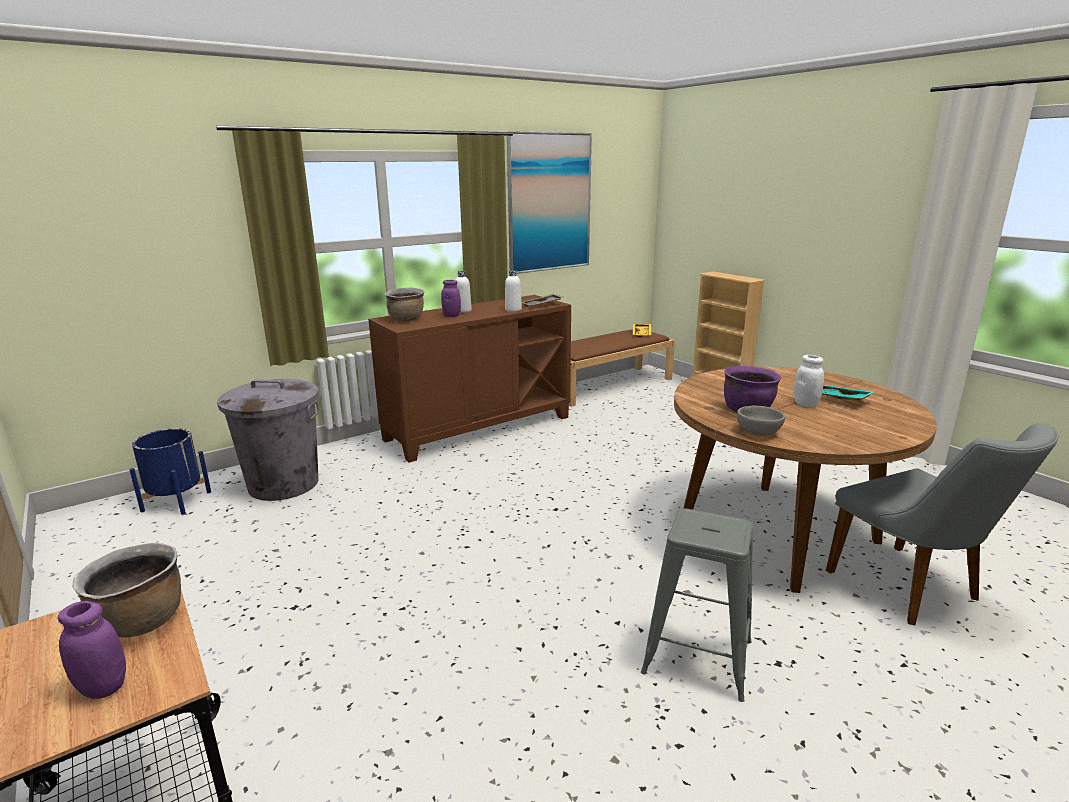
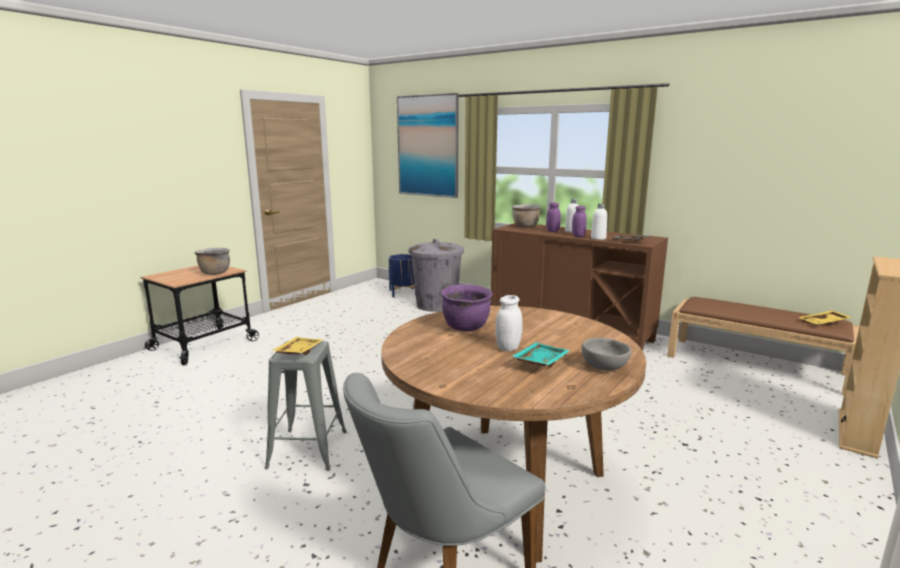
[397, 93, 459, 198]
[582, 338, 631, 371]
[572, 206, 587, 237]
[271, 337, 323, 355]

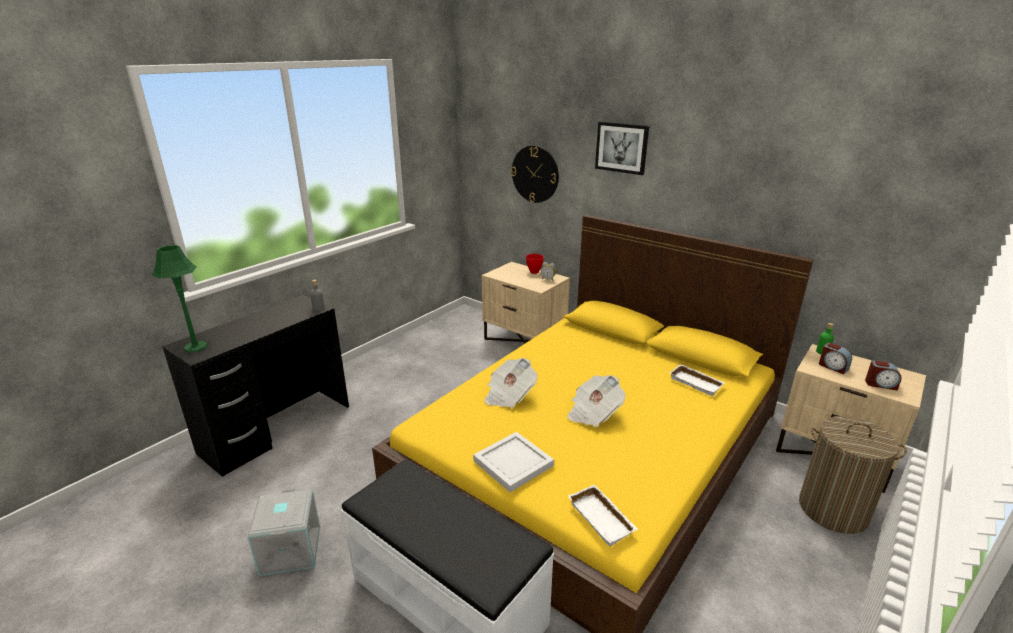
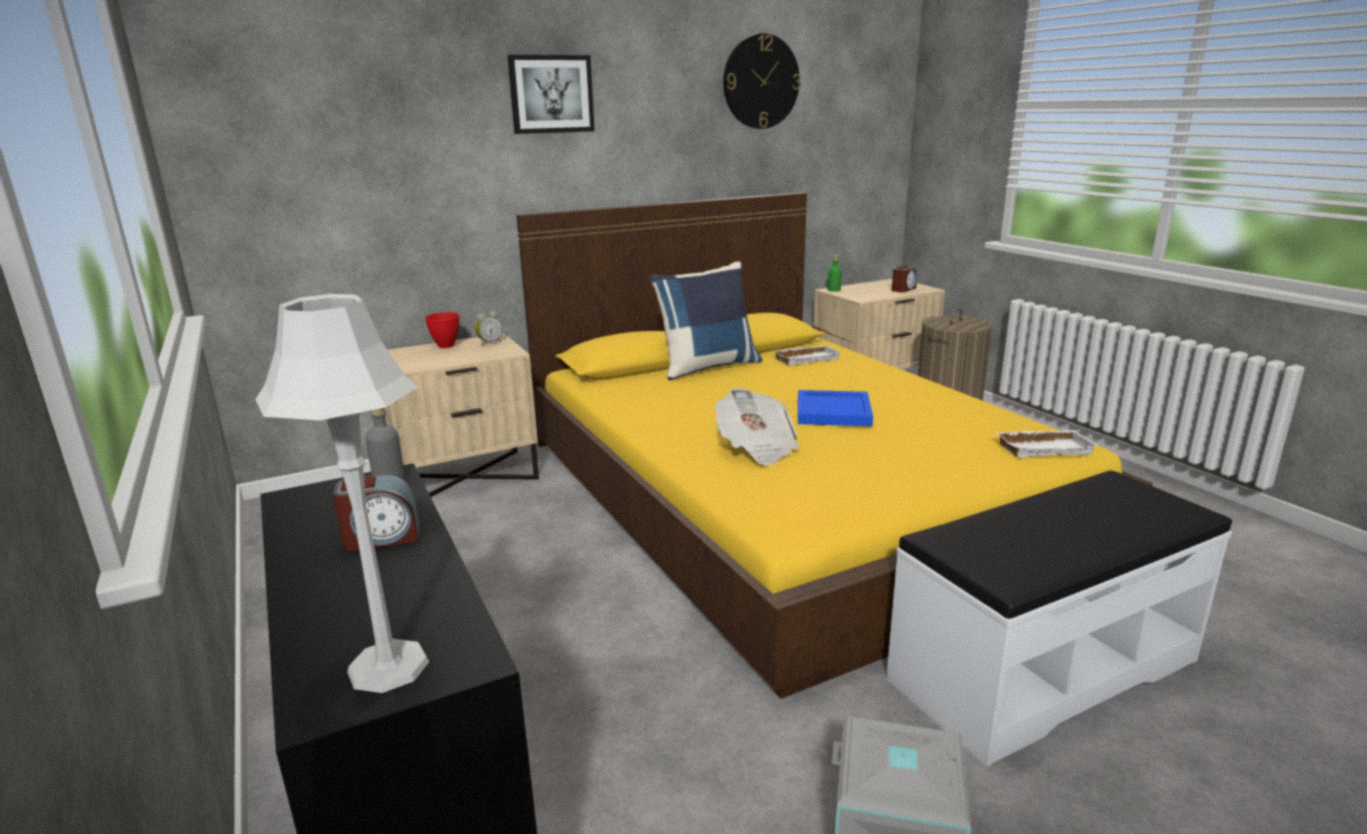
[723, 34, 801, 129]
[256, 294, 429, 693]
[333, 475, 419, 551]
[798, 390, 873, 426]
[473, 432, 554, 492] (first image)
[650, 261, 763, 380]

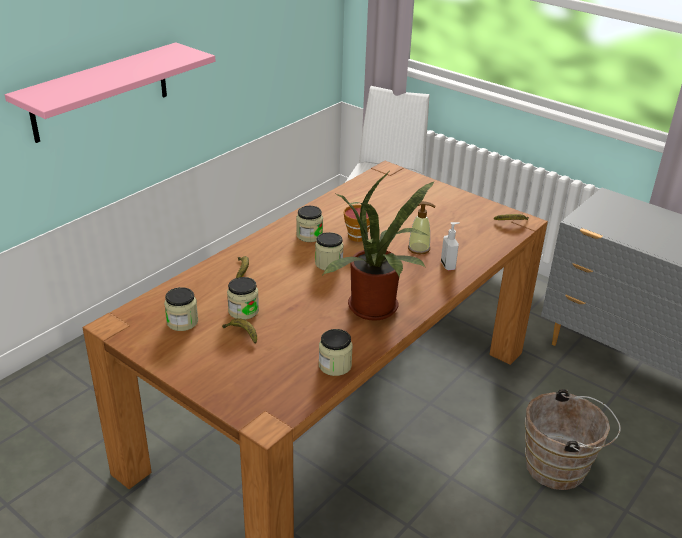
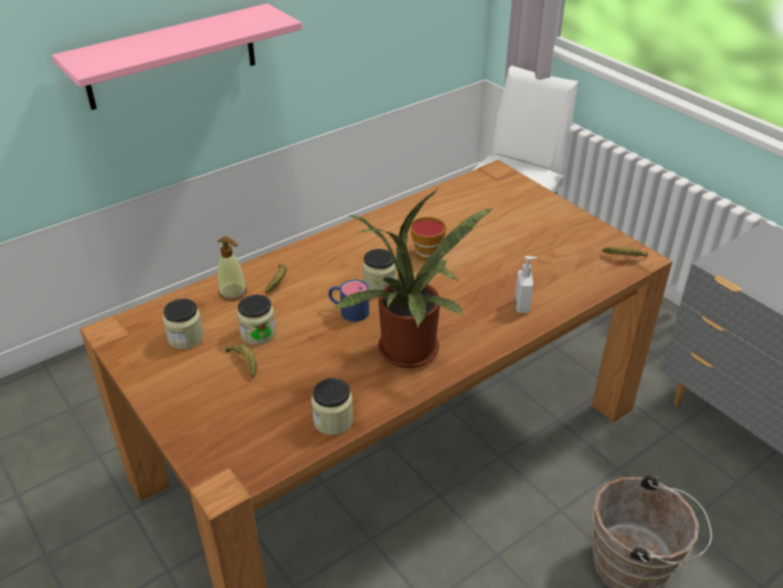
[218, 237, 247, 301]
[296, 206, 323, 242] (first image)
[328, 279, 369, 322]

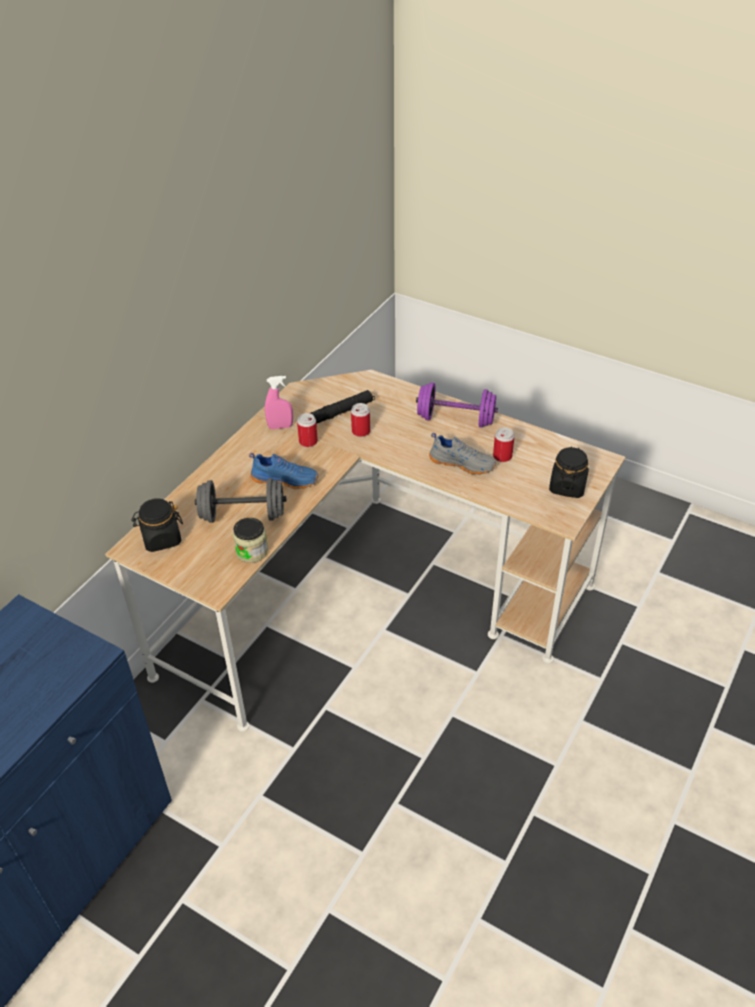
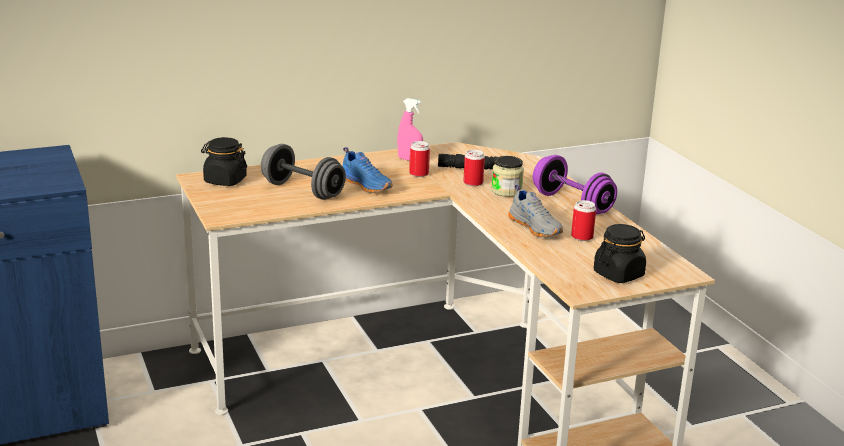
[491, 156, 524, 197]

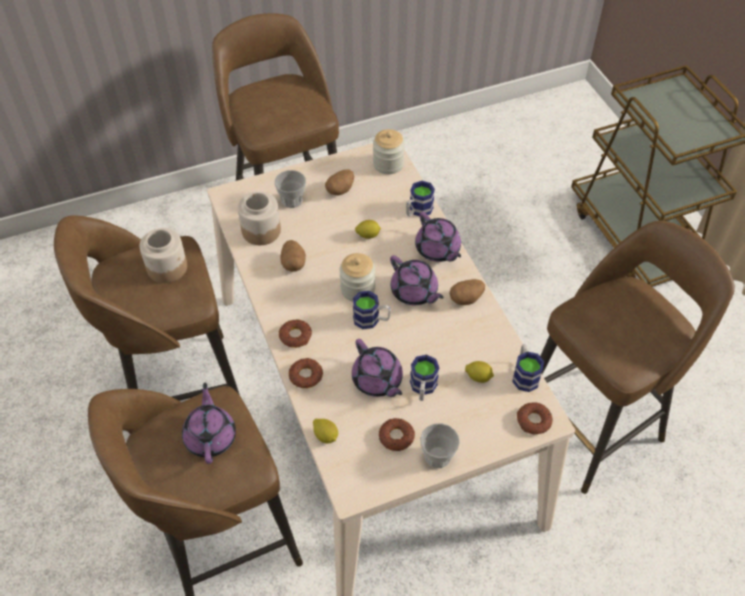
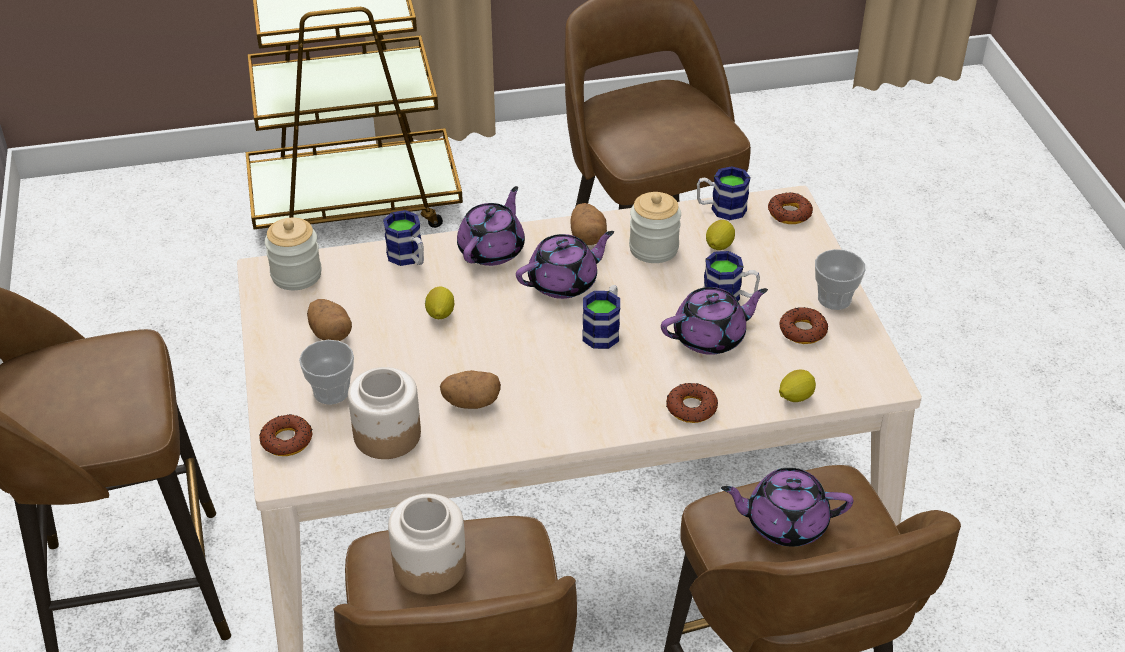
[457, 186, 525, 266]
[629, 192, 681, 263]
[259, 414, 313, 456]

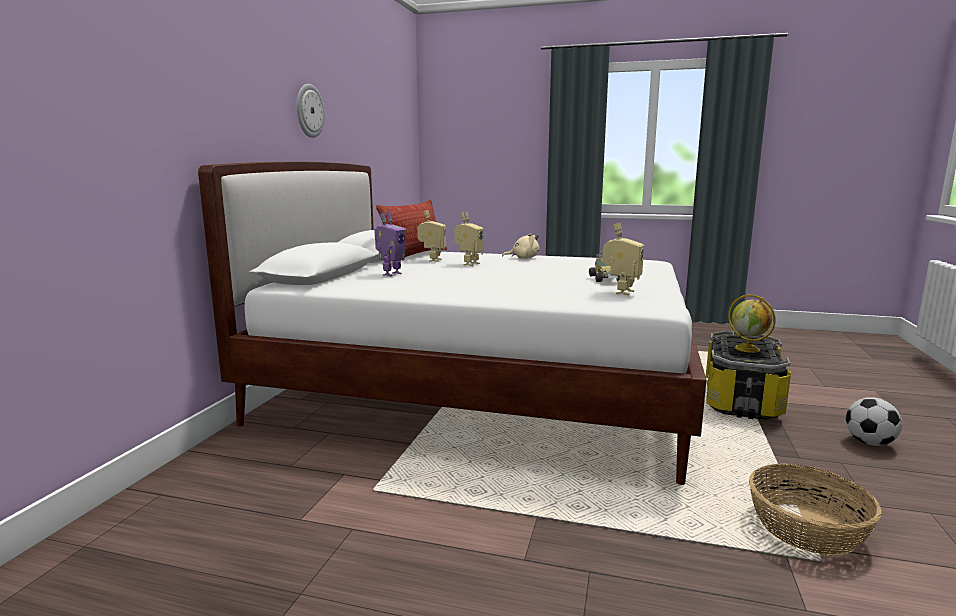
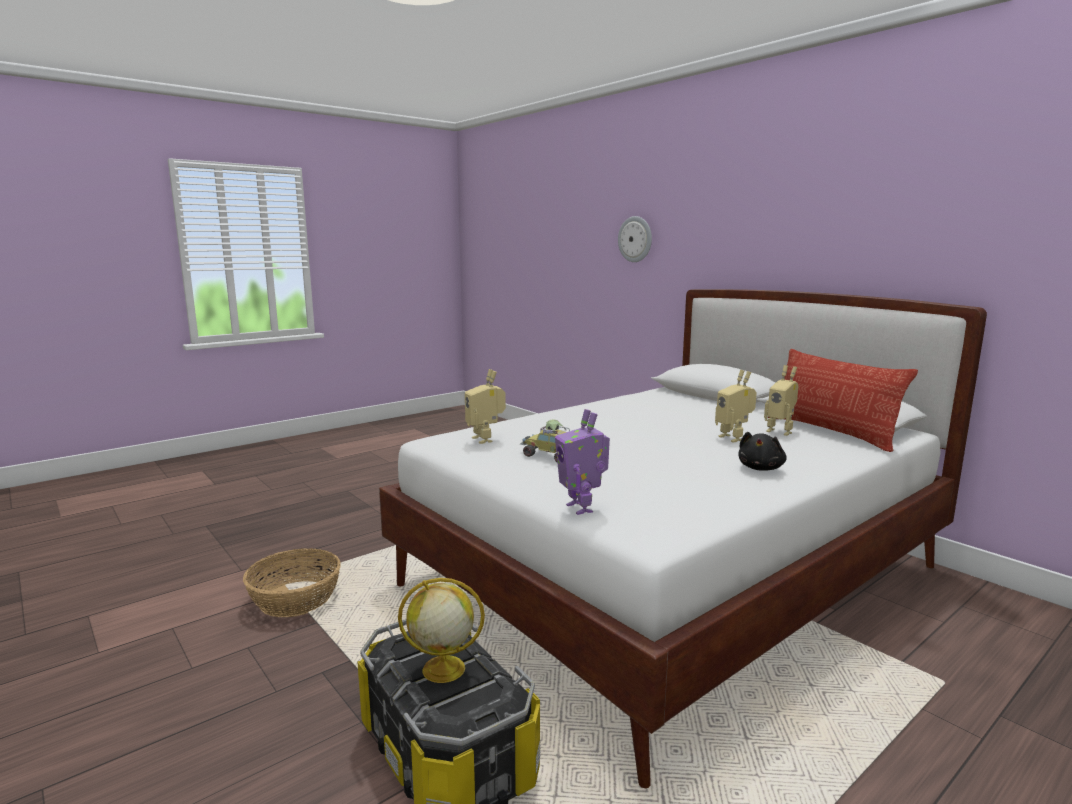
[618, 216, 652, 262]
[555, 409, 610, 515]
[738, 432, 787, 471]
[846, 397, 902, 446] (first image)

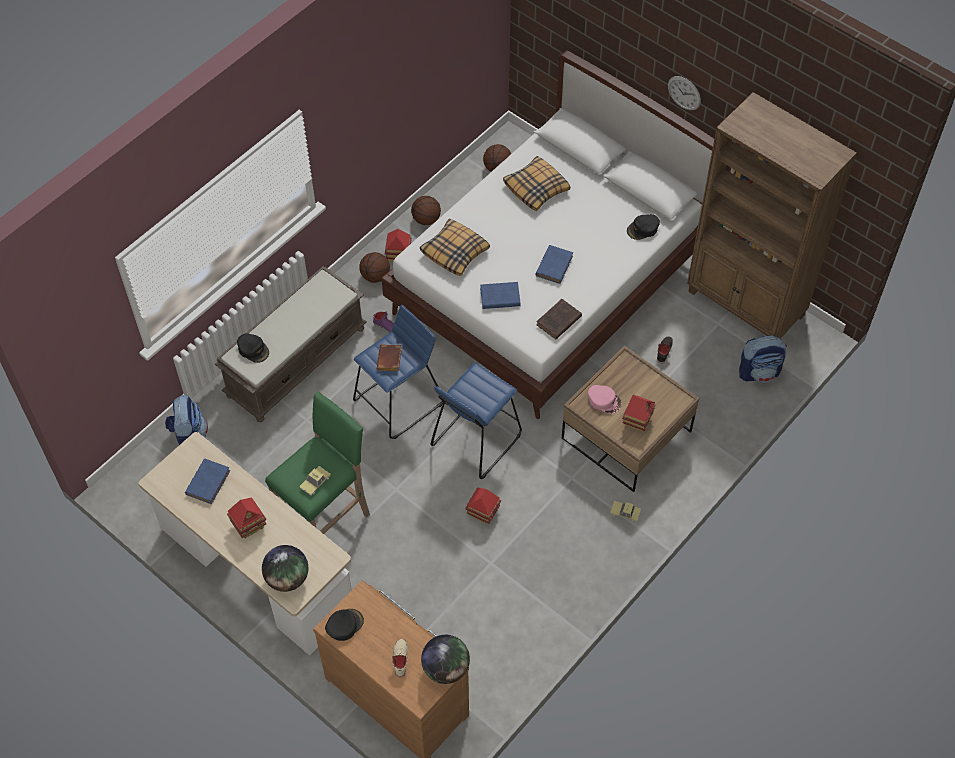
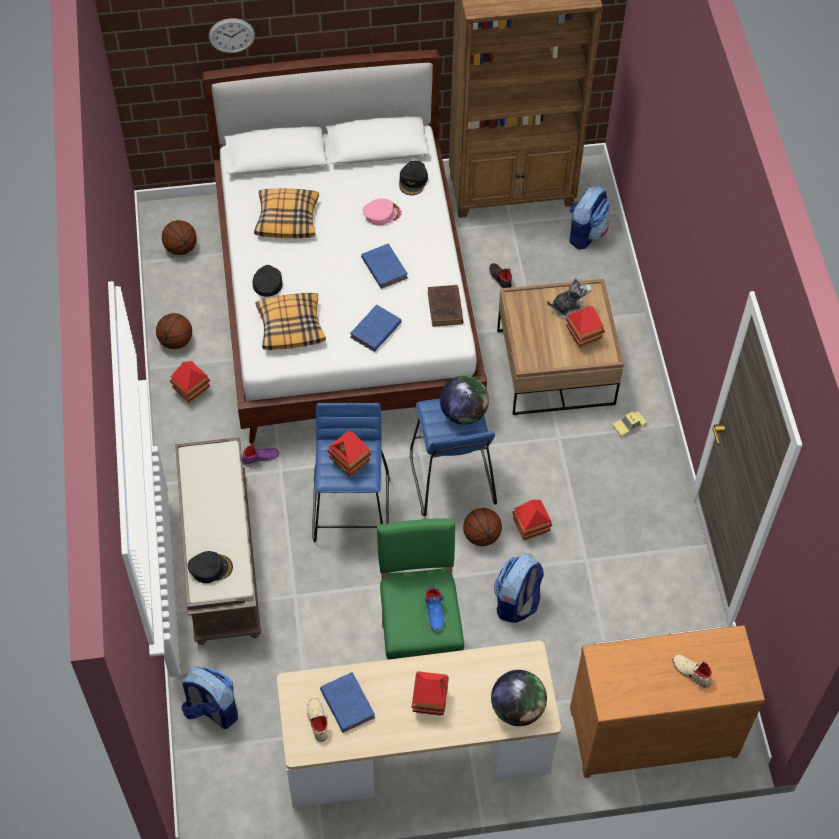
[209, 18, 255, 53]
[463, 508, 502, 546]
[327, 430, 372, 477]
[363, 199, 402, 226]
[425, 587, 445, 632]
[253, 265, 282, 297]
[440, 375, 489, 425]
[547, 278, 592, 319]
[494, 553, 544, 623]
[307, 698, 328, 742]

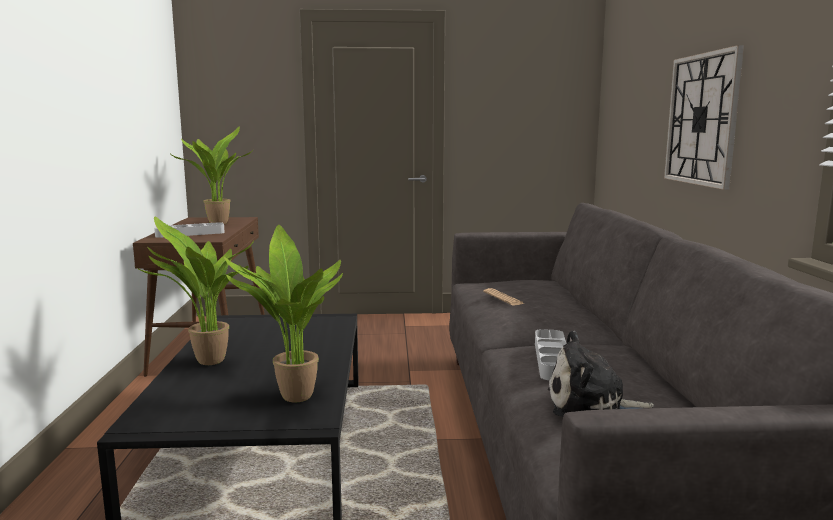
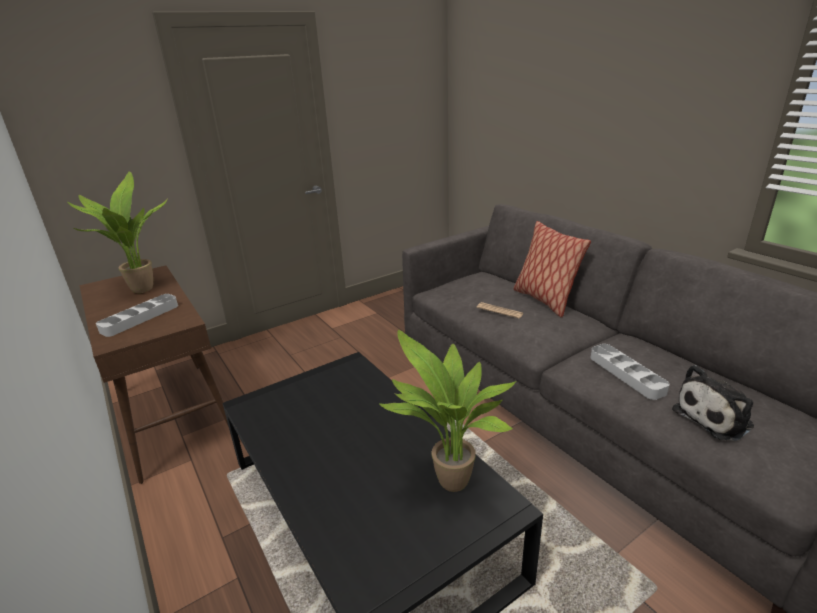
[664, 45, 744, 190] (first image)
[136, 217, 254, 365] (first image)
[514, 221, 591, 317]

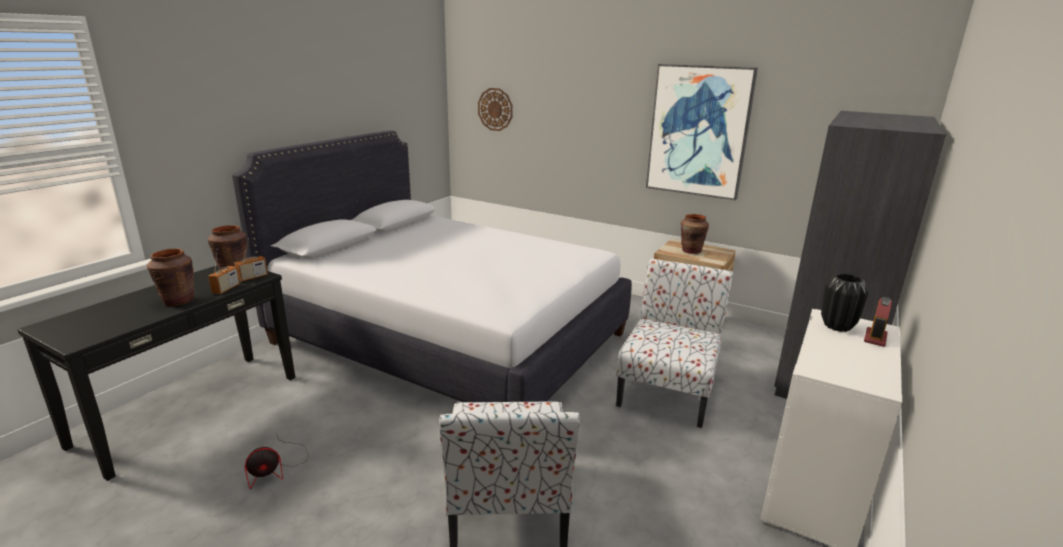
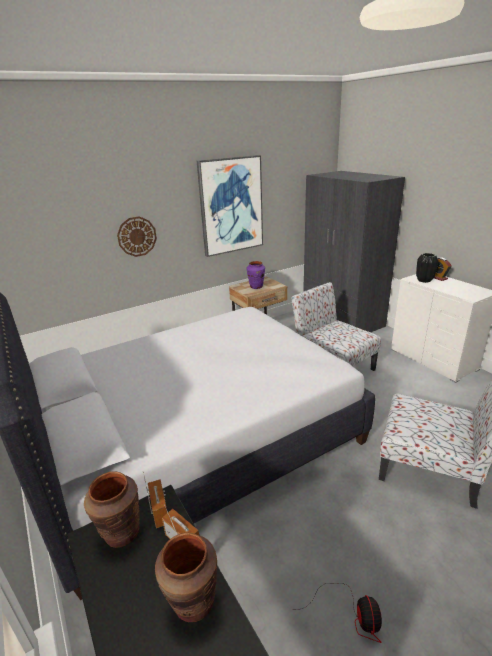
[117, 217, 157, 257]
[247, 261, 265, 289]

